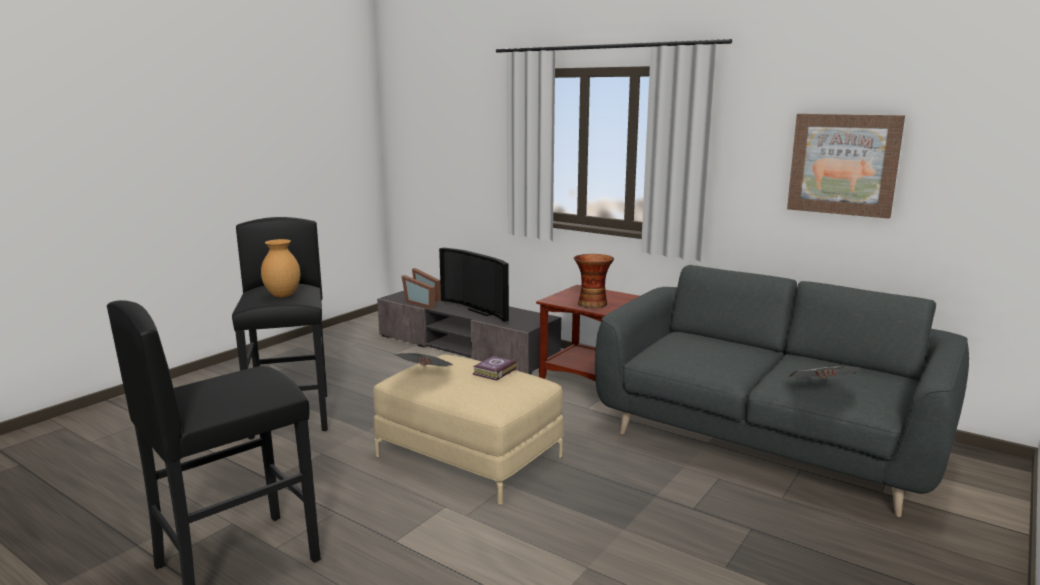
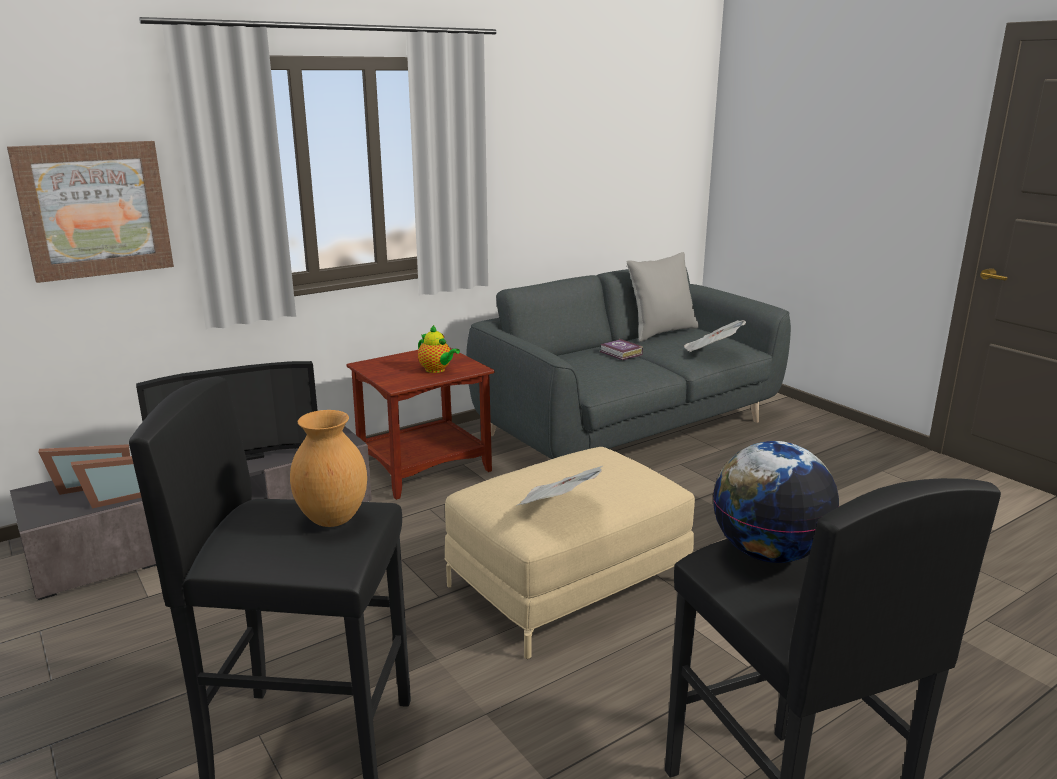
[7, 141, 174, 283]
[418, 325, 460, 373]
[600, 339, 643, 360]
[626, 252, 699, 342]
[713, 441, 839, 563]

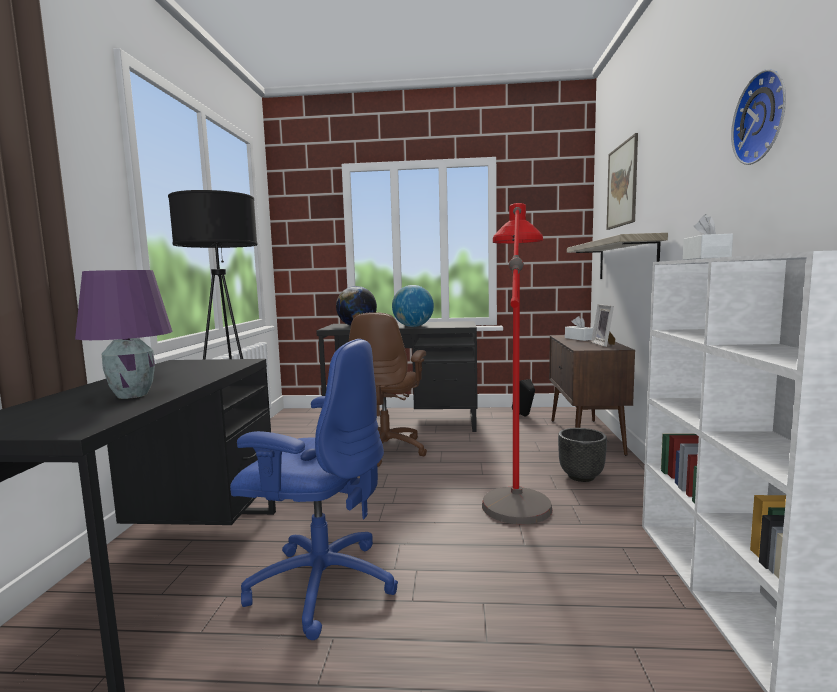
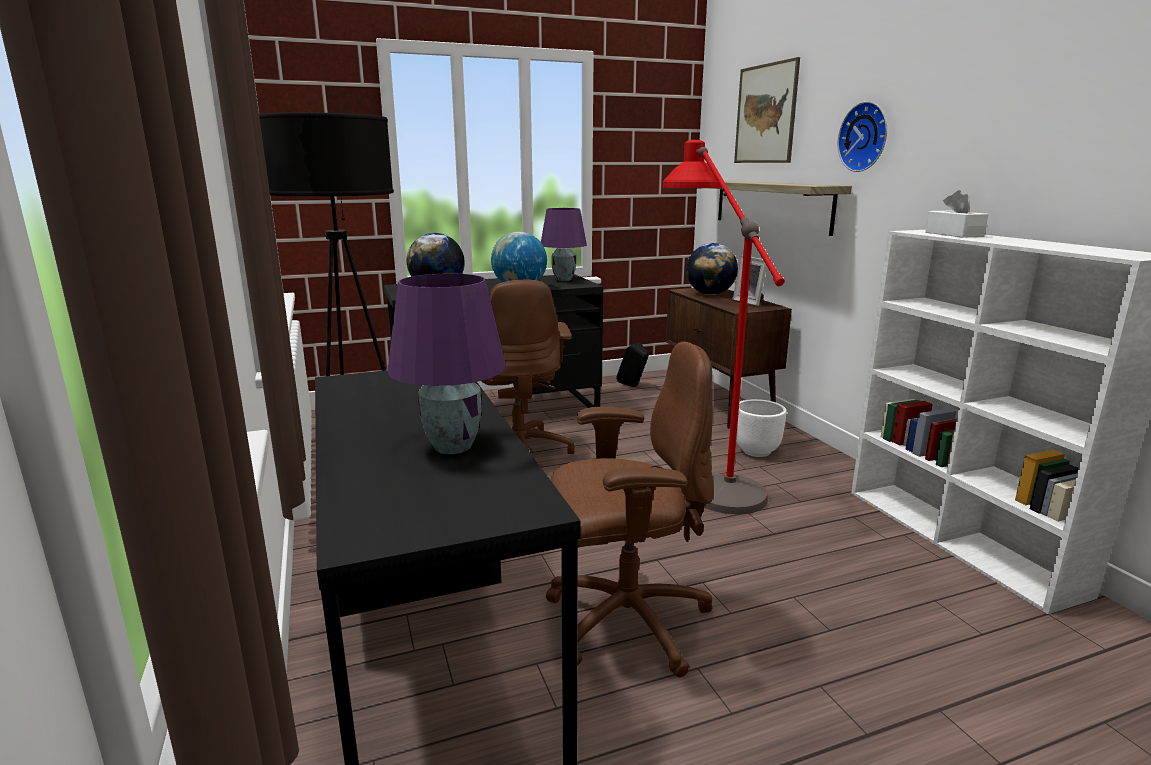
[838, 101, 887, 172]
[686, 243, 738, 295]
[546, 342, 714, 677]
[736, 399, 787, 457]
[541, 208, 587, 281]

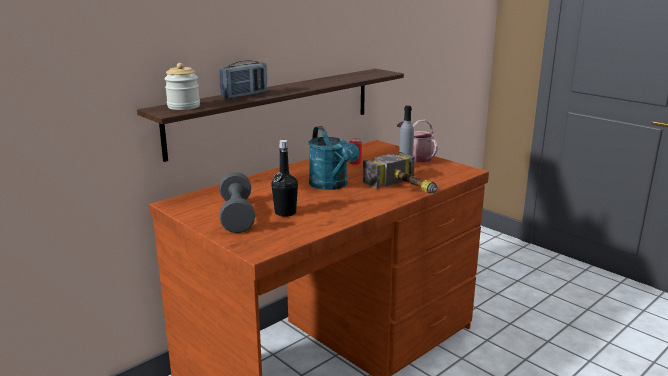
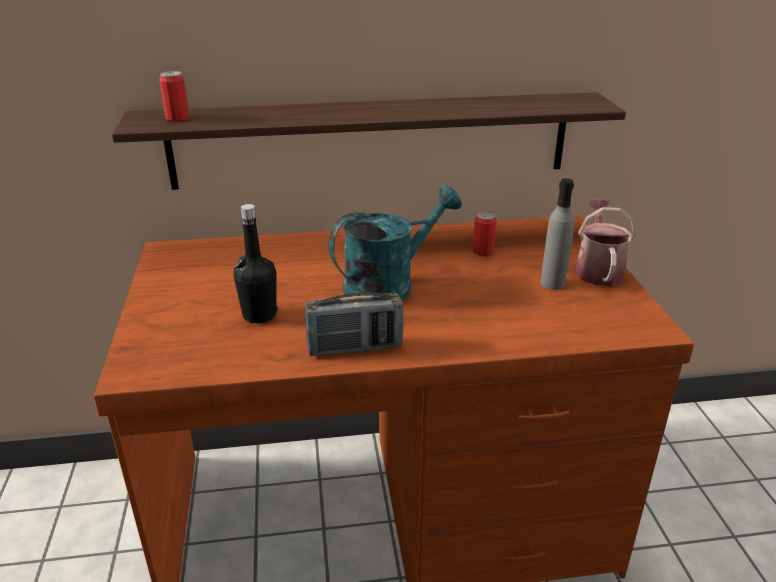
[305, 292, 404, 356]
[159, 71, 190, 122]
[329, 185, 462, 300]
[363, 152, 438, 194] (first image)
[219, 172, 255, 233] (first image)

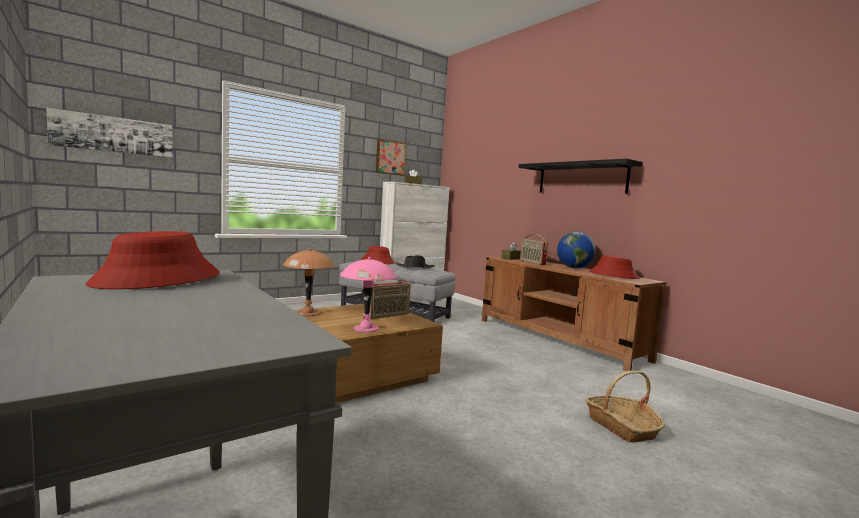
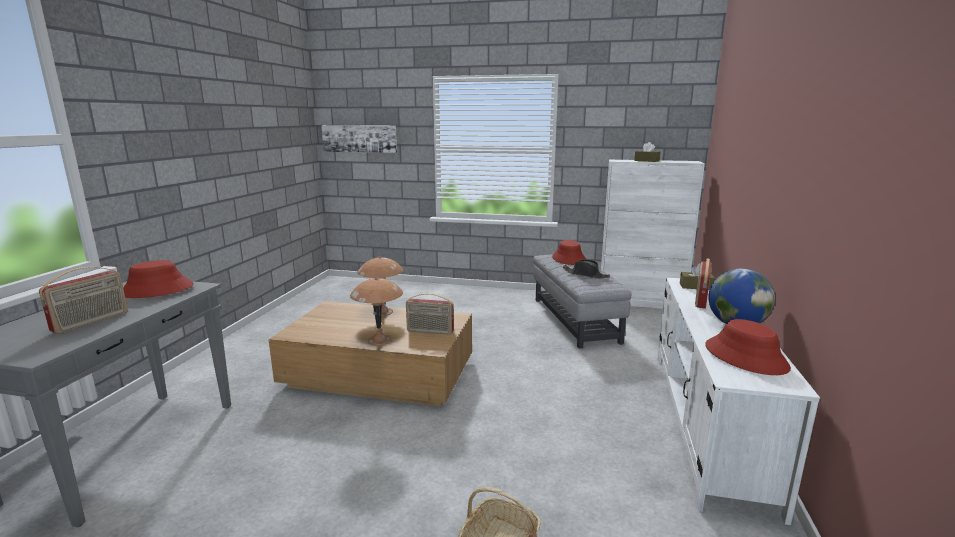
[376, 139, 407, 176] (first image)
[518, 159, 643, 194] (first image)
[350, 277, 403, 345]
[657, 277, 820, 525]
[39, 267, 128, 334]

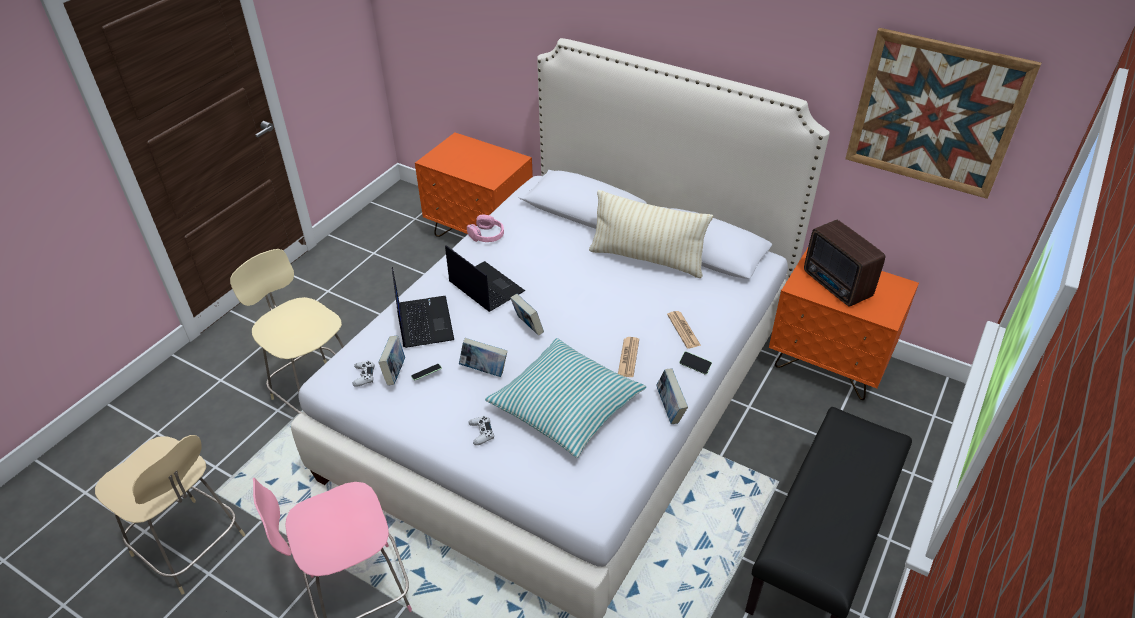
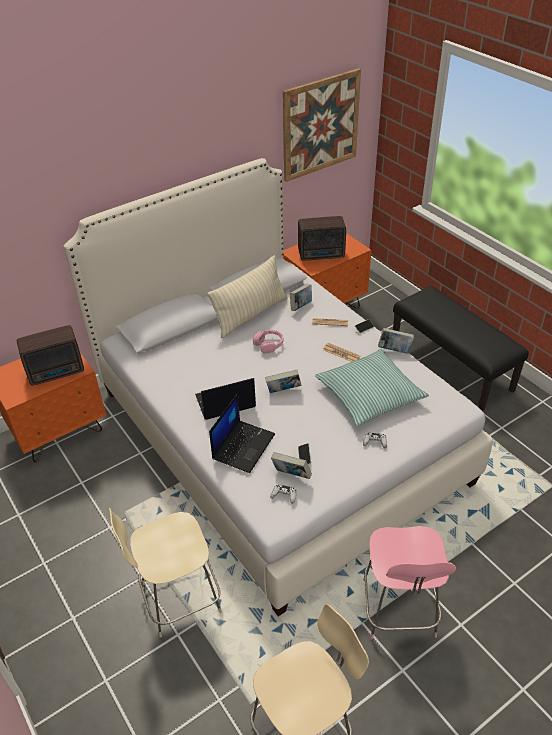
[253, 330, 283, 354]
[209, 393, 275, 473]
[290, 284, 312, 311]
[17, 325, 84, 386]

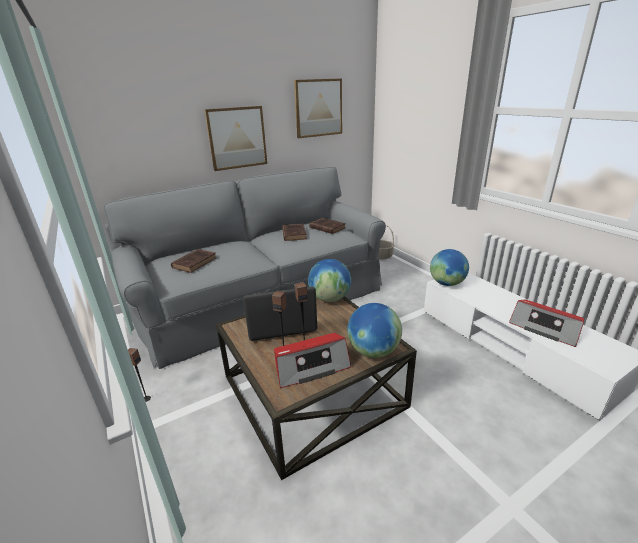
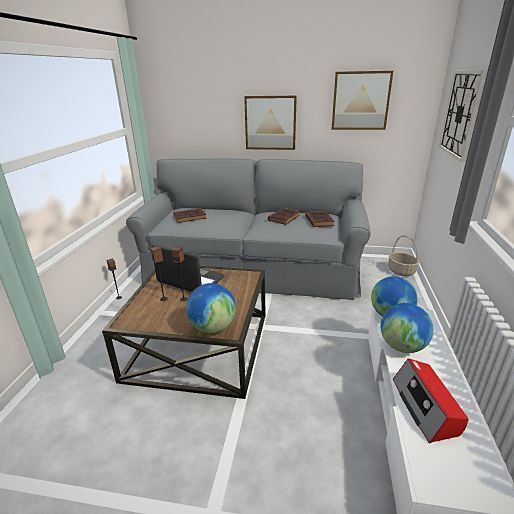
[381, 303, 434, 353]
[274, 333, 351, 388] (first image)
[439, 71, 487, 162]

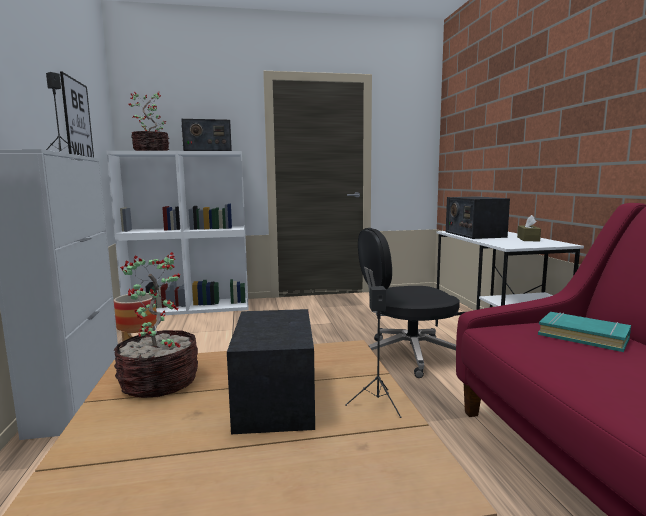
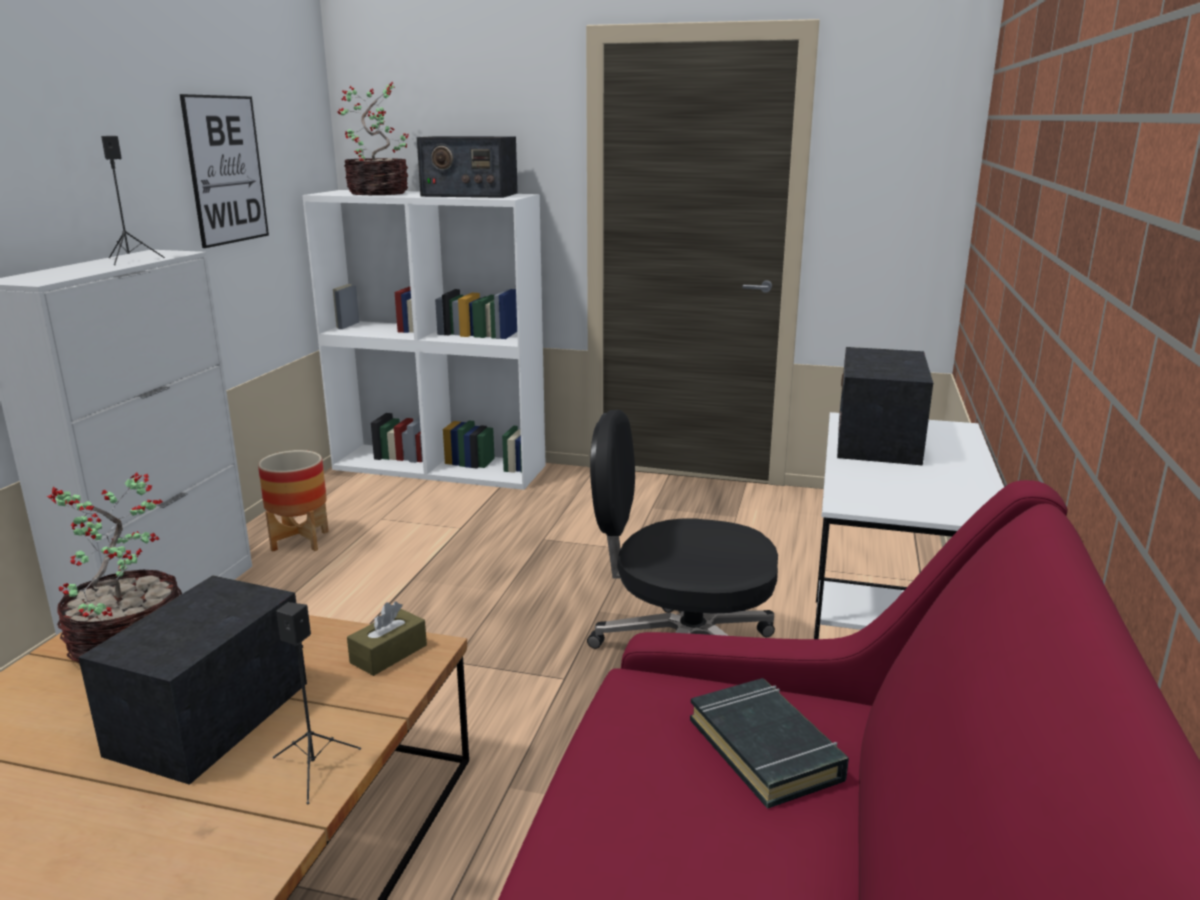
[347, 602, 427, 676]
[690, 678, 849, 809]

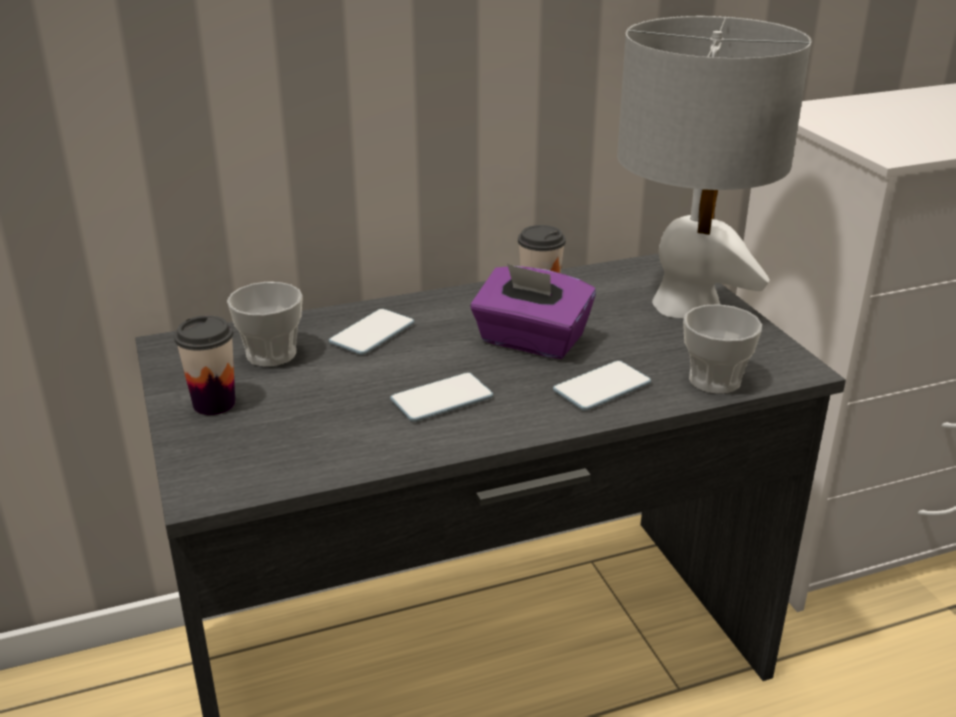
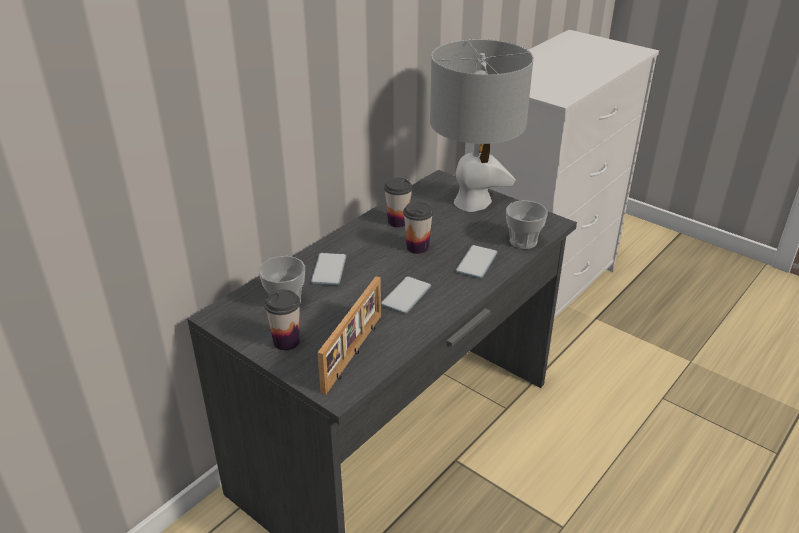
[403, 202, 433, 254]
[317, 276, 381, 395]

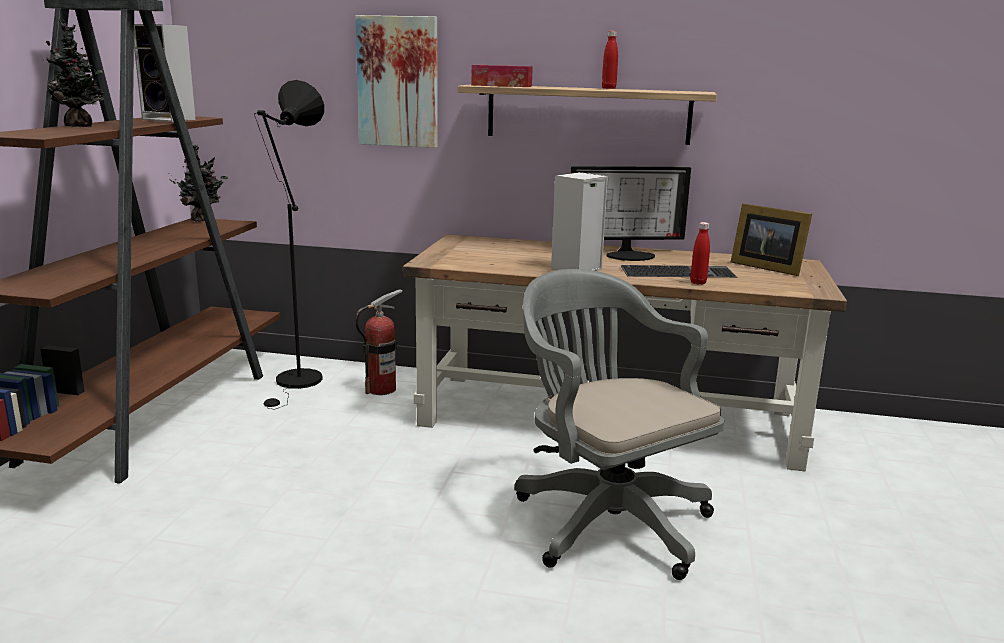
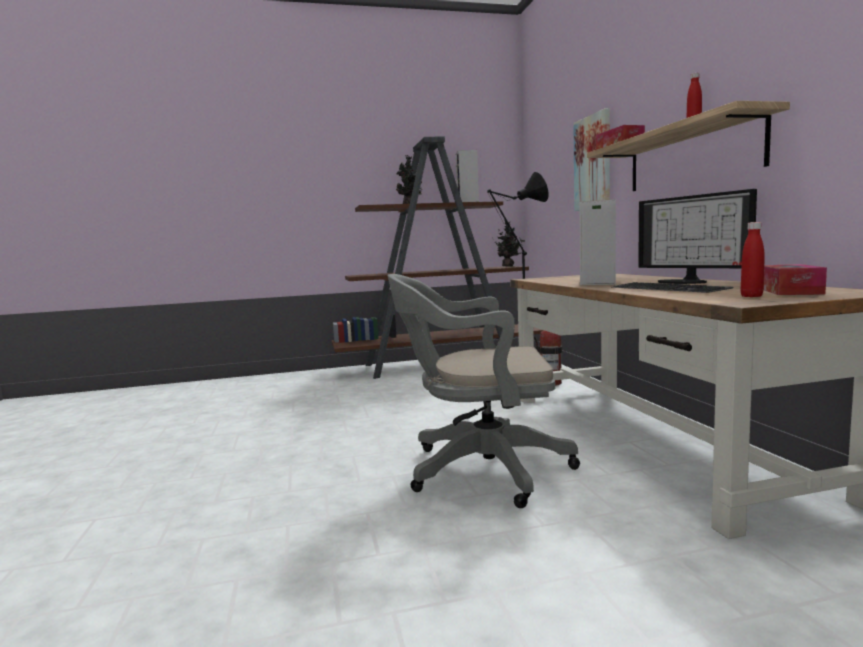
[763, 264, 827, 295]
[741, 222, 765, 297]
[388, 274, 580, 508]

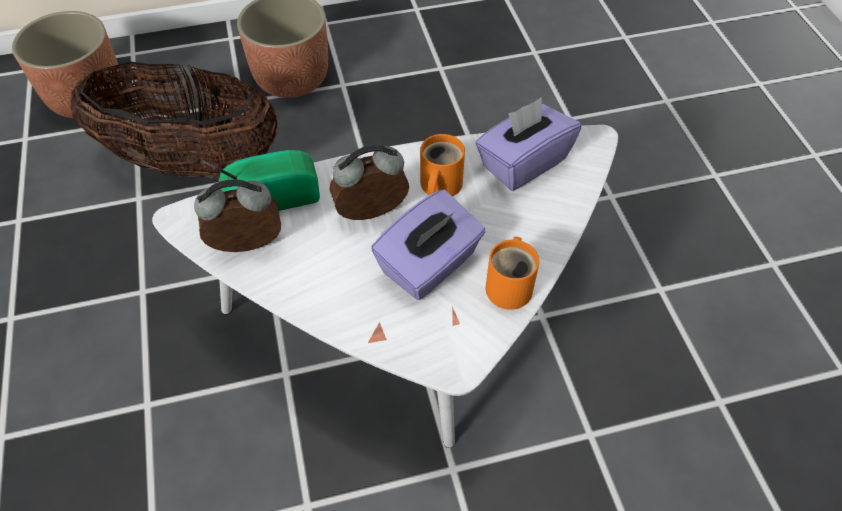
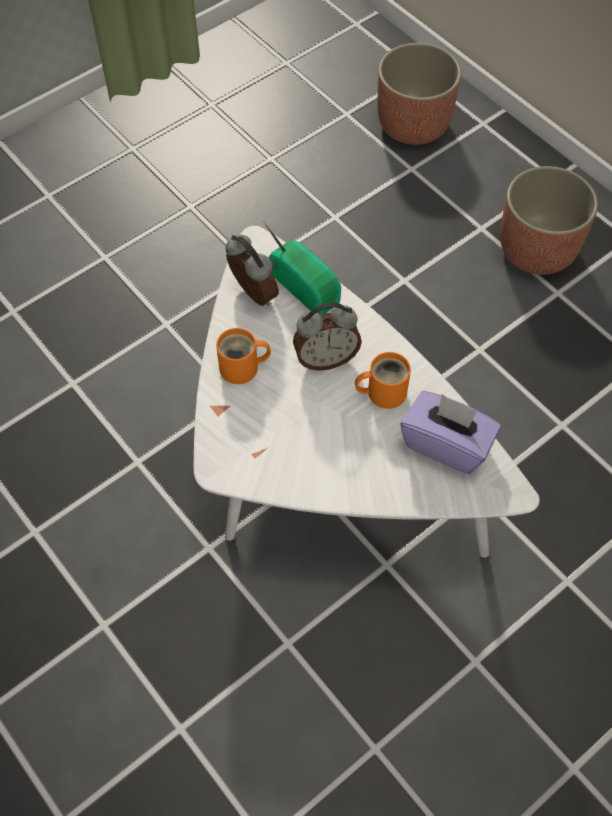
[70, 62, 277, 178] (first image)
[293, 302, 362, 371]
[371, 189, 486, 300] (first image)
[216, 328, 271, 384]

